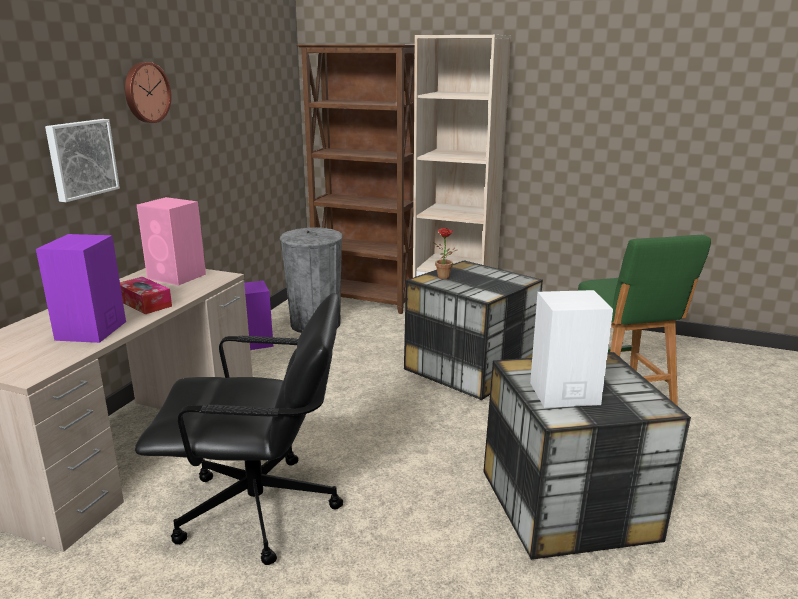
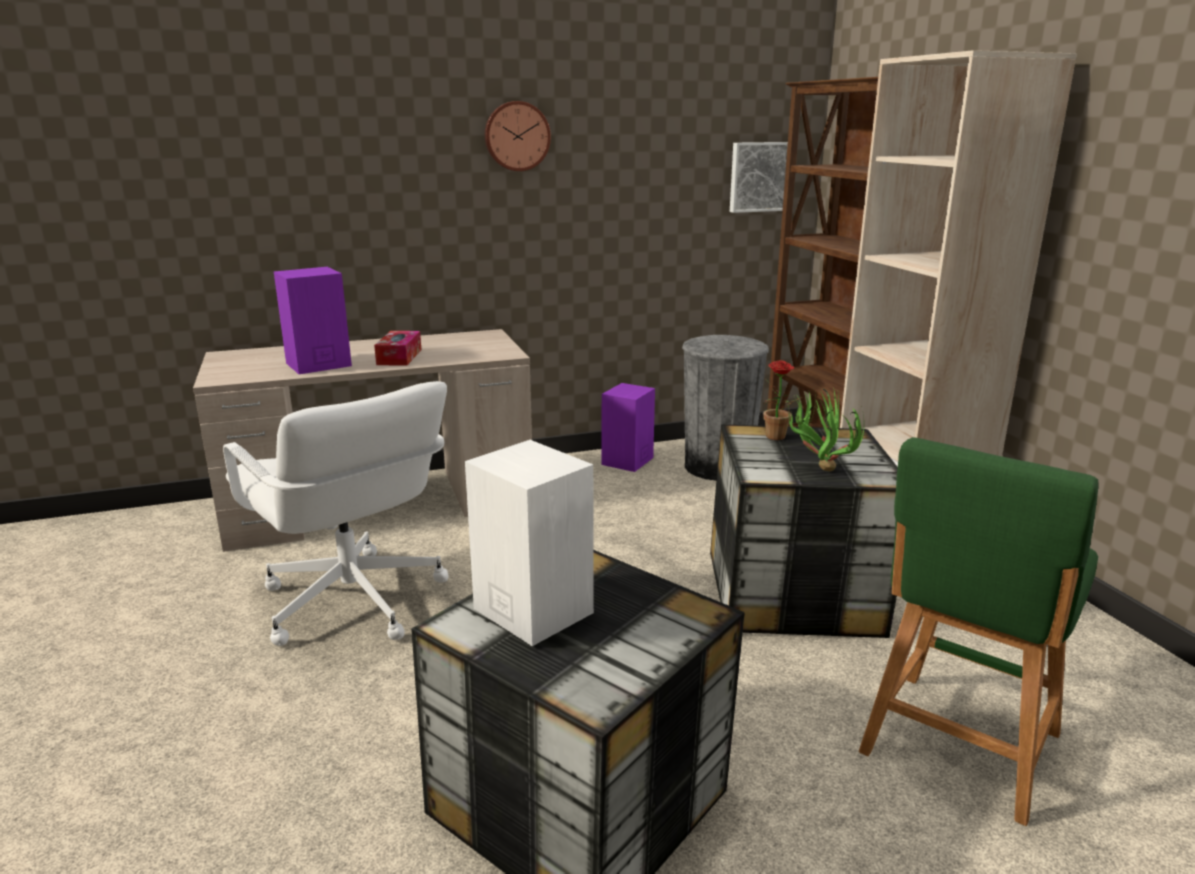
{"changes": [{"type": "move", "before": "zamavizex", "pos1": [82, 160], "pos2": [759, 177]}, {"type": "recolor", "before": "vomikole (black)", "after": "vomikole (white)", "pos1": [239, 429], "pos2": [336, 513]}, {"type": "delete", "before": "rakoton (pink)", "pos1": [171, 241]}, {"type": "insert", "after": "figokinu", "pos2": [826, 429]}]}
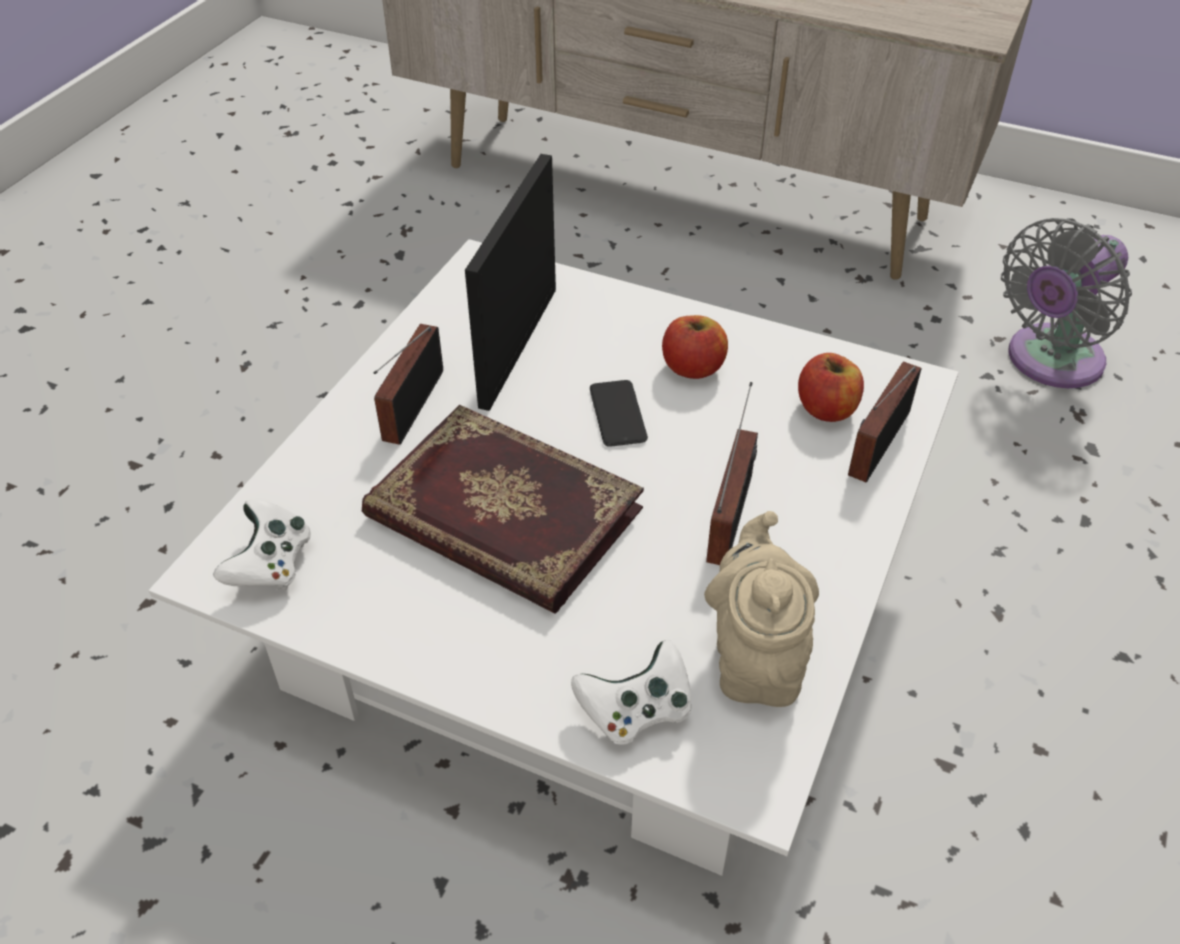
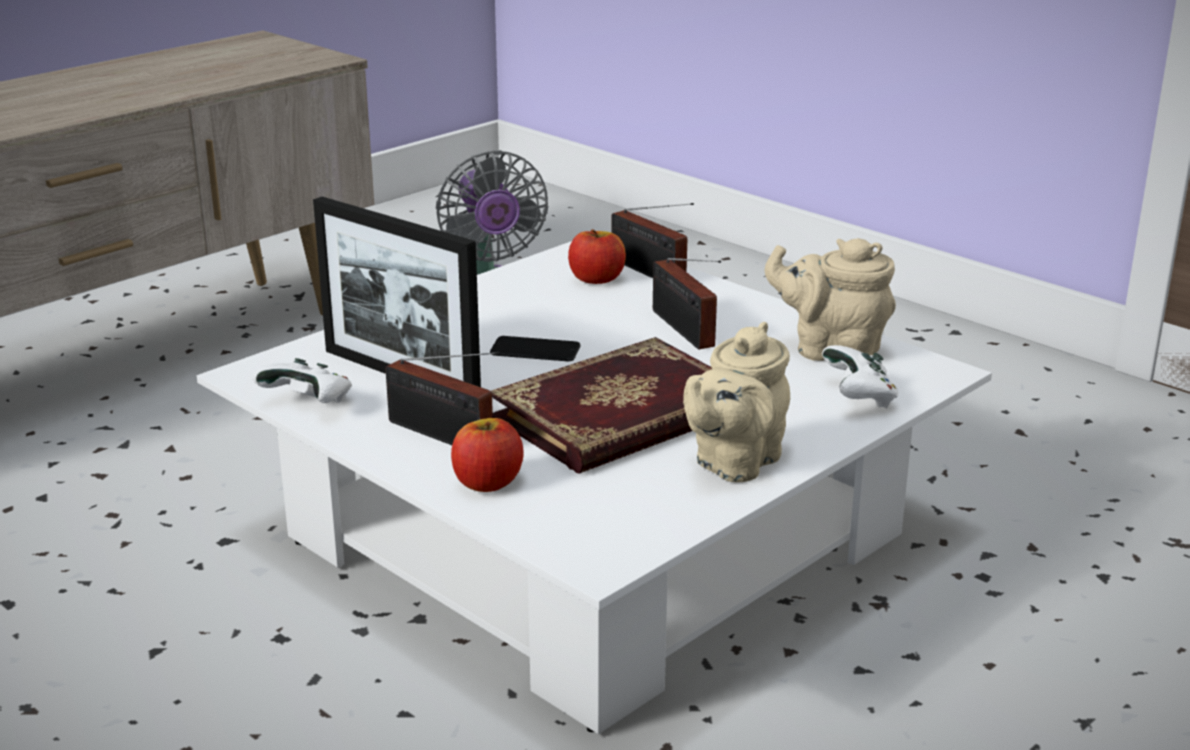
{"changes": [{"type": "move", "before": "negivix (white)", "pos1": [262, 544], "pos2": [302, 380]}, {"type": "move", "before": "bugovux", "pos1": [695, 347], "pos2": [487, 455]}, {"type": "rotate", "before": "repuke", "pos1": [732, 473], "pos2": [687, 303], "turn": -150}, {"type": "insert", "after": "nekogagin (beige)", "pos2": [736, 402]}]}
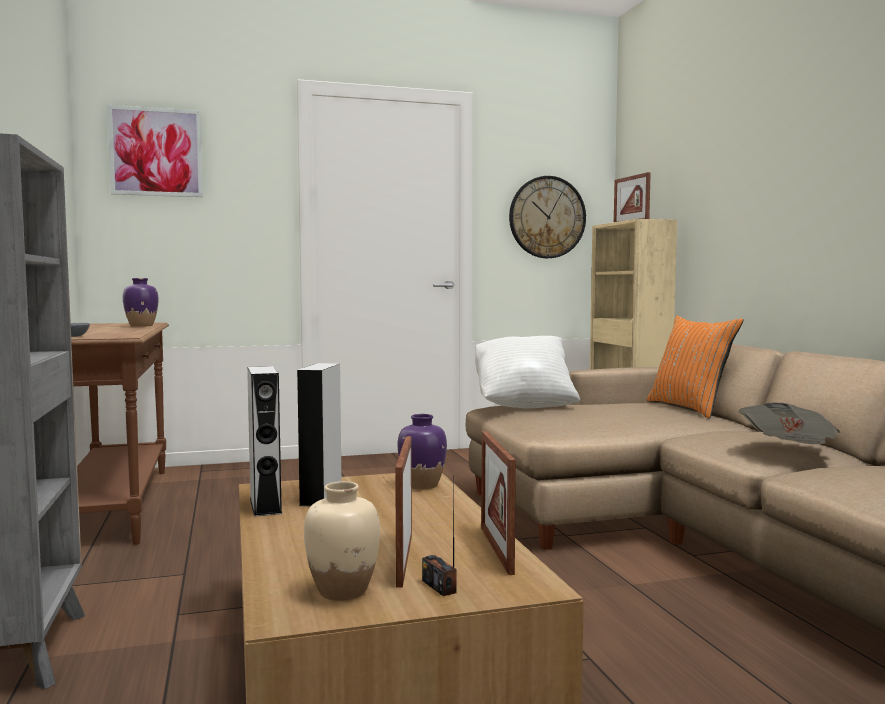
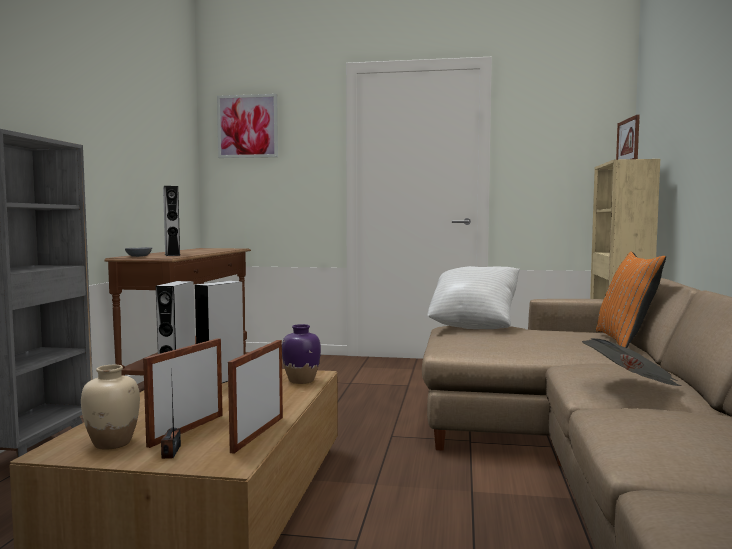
{"changes": [{"type": "delete", "before": "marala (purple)", "pos1": [140, 302]}, {"type": "delete", "before": "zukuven", "pos1": [547, 217]}, {"type": "insert", "after": "rakoton (grey)", "pos2": [171, 221]}]}
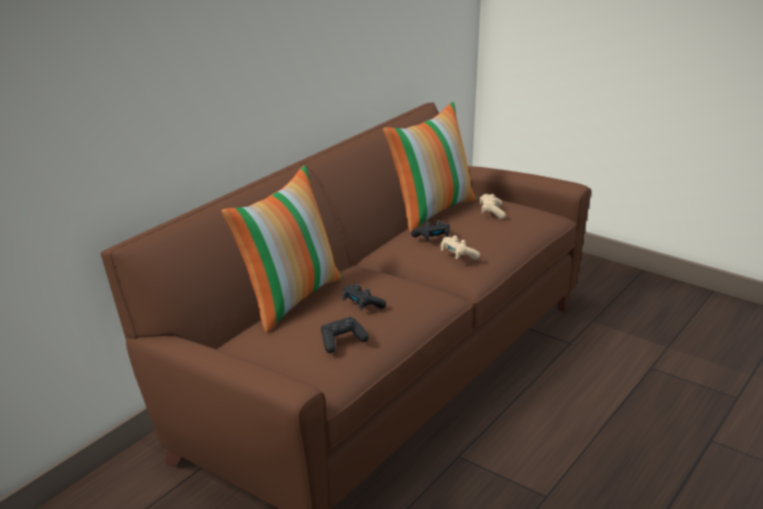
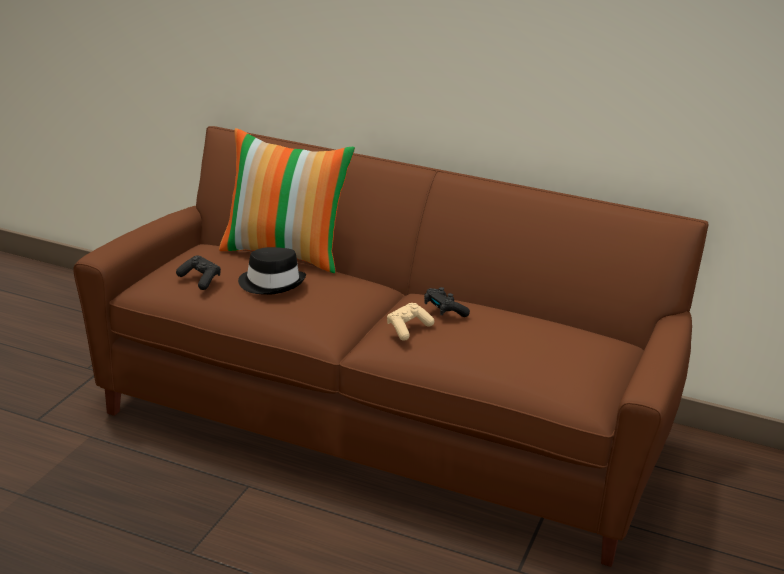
{"changes": [{"type": "replace", "before": "negivix (black)", "after": "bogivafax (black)", "pos1": [364, 296], "pos2": [272, 271]}, {"type": "delete", "before": "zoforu", "pos1": [430, 167]}, {"type": "delete", "before": "negivix (beige)", "pos1": [493, 206]}]}
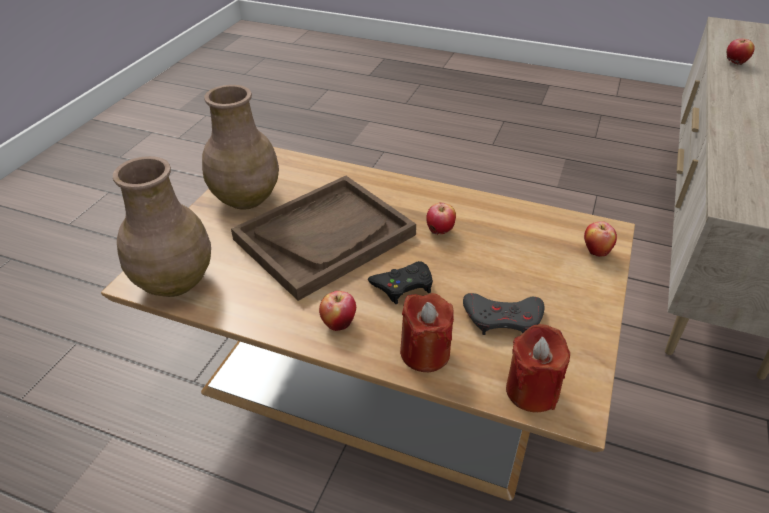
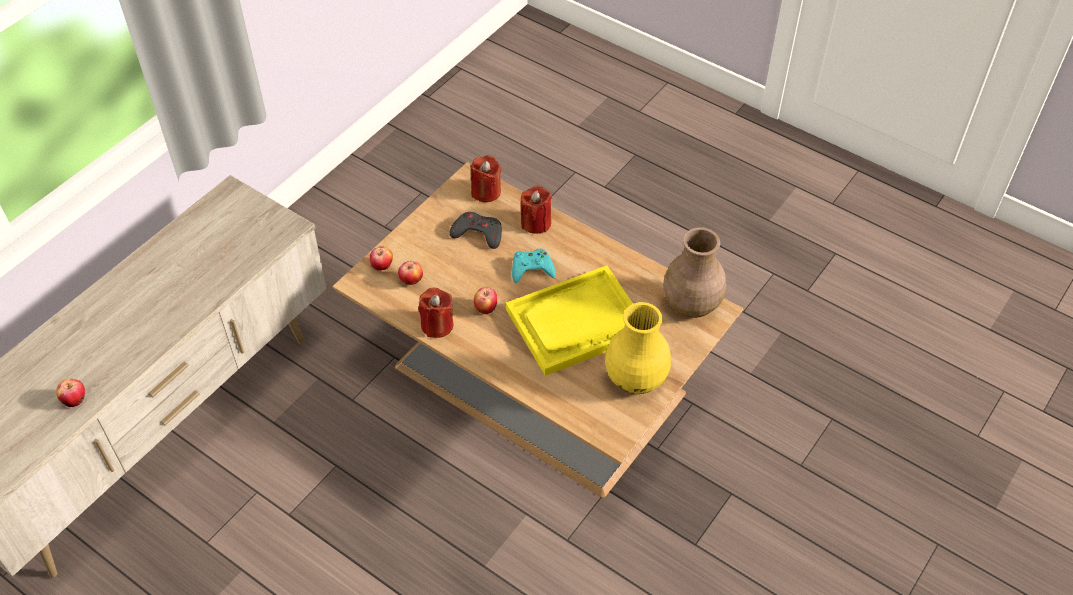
{"changes": [{"type": "recolor", "before": "marala (brown)", "after": "marala (yellow)", "pos1": [240, 147], "pos2": [638, 348]}, {"type": "recolor", "before": "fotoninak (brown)", "after": "fotoninak (yellow)", "pos1": [323, 238], "pos2": [569, 320]}, {"type": "move", "before": "bugovux", "pos1": [337, 311], "pos2": [410, 273]}, {"type": "recolor", "before": "negivix (black)", "after": "negivix (turquoise)", "pos1": [400, 282], "pos2": [534, 265]}, {"type": "insert", "after": "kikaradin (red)", "pos2": [435, 313]}]}
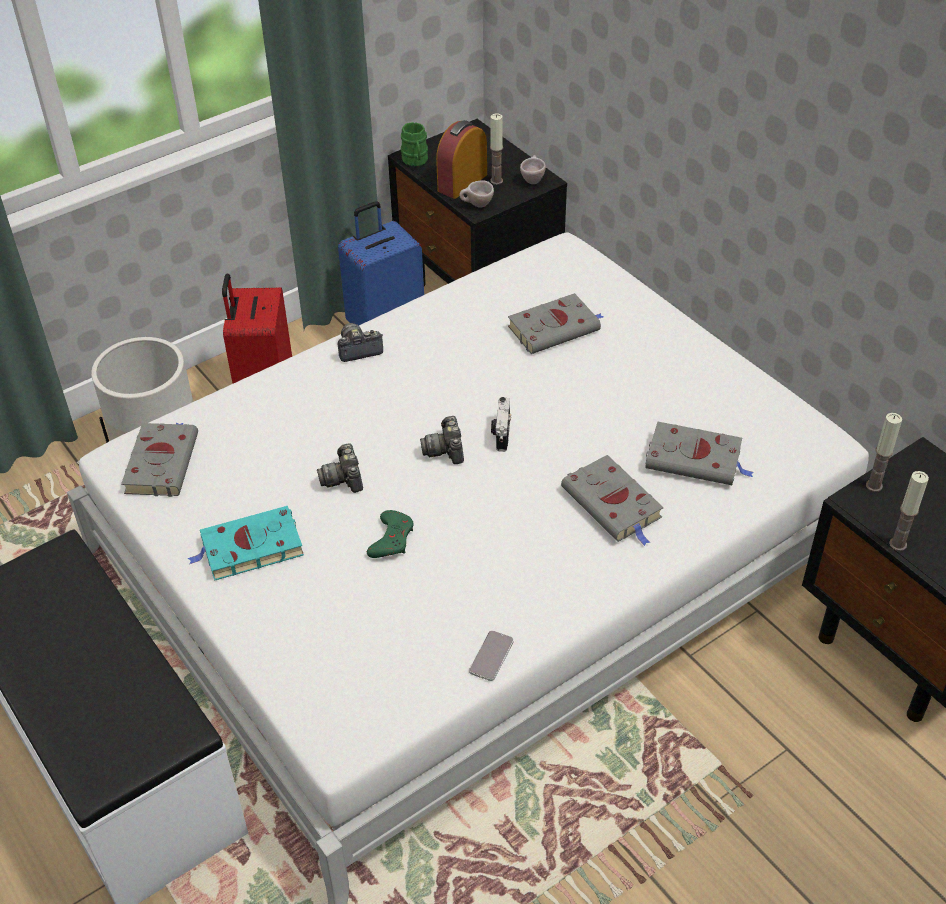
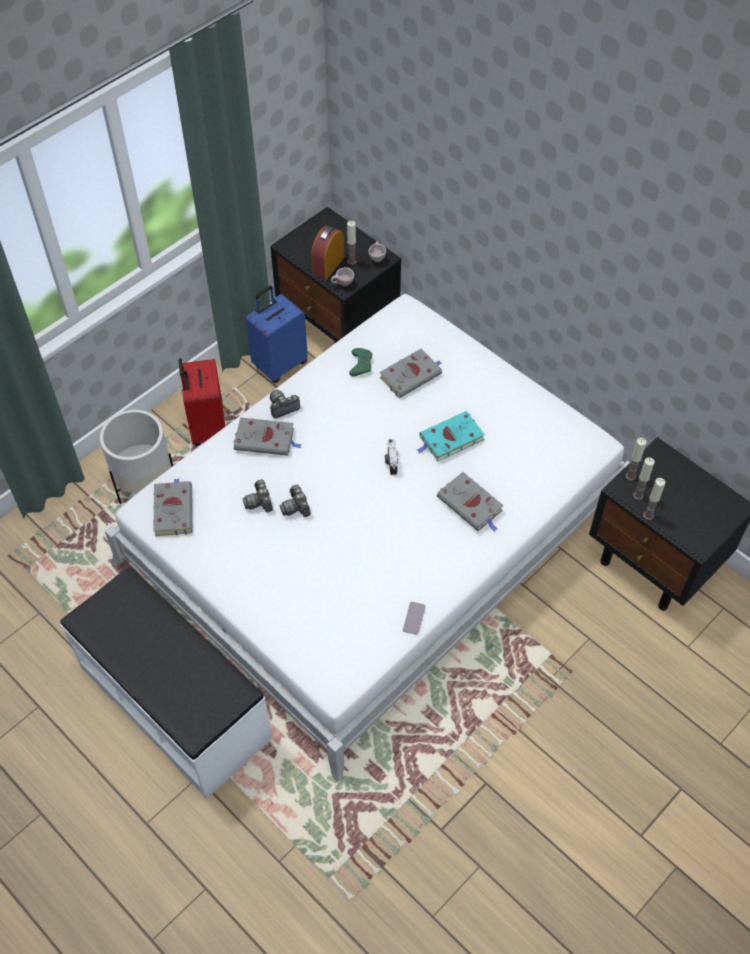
{"changes": [{"type": "move", "before": "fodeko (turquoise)", "pos1": [246, 543], "pos2": [451, 436]}, {"type": "move", "before": "negivix (green)", "pos1": [390, 534], "pos2": [360, 362]}, {"type": "delete", "before": "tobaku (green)", "pos1": [414, 144]}, {"type": "move", "before": "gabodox", "pos1": [442, 440], "pos2": [257, 495]}, {"type": "move", "before": "fodeko (grey)", "pos1": [700, 453], "pos2": [268, 436]}, {"type": "insert", "after": "kikaradin", "pos2": [644, 478]}]}
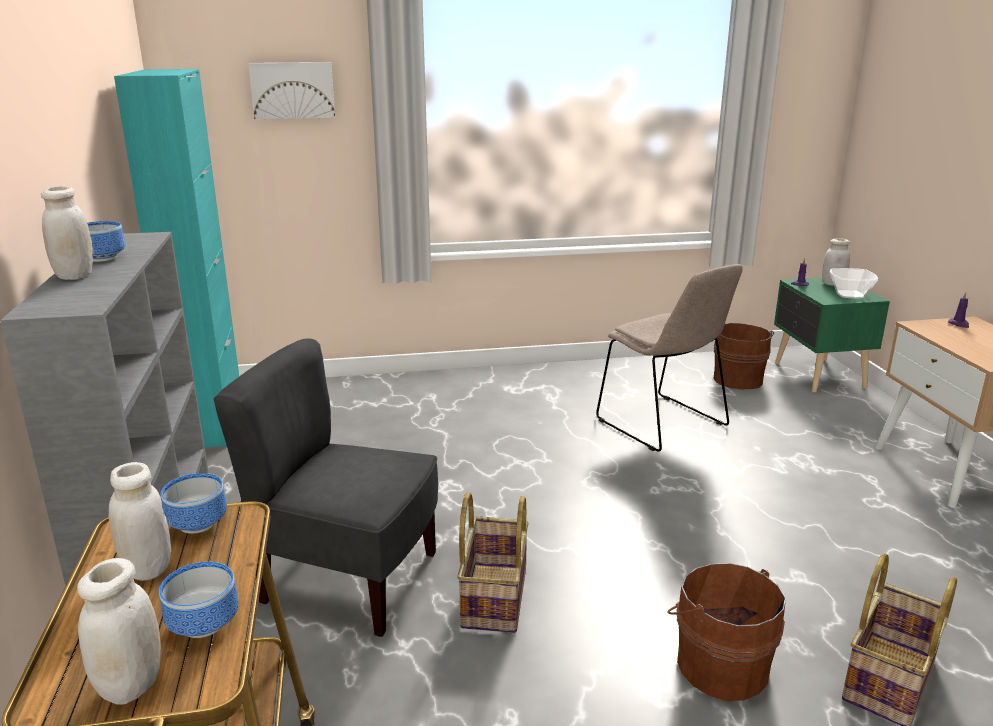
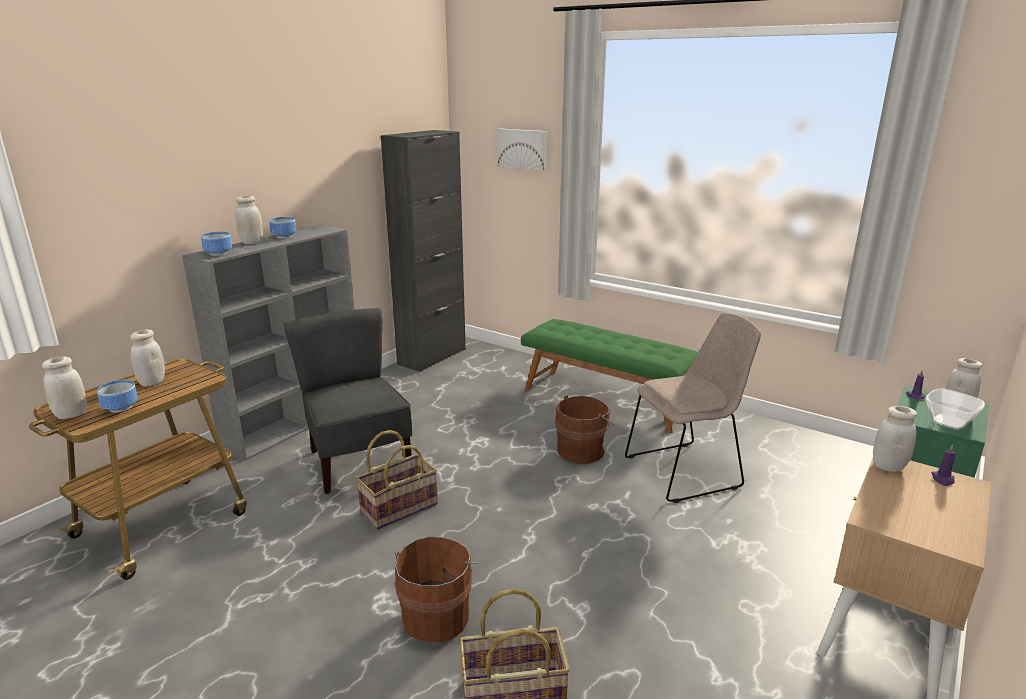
{"changes": [{"type": "recolor", "before": "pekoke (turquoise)", "after": "pekoke (black)", "pos1": [176, 258], "pos2": [423, 251]}, {"type": "move", "before": "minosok", "pos1": [194, 503], "pos2": [216, 244]}, {"type": "rotate", "before": "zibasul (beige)", "pos1": [669, 358], "pos2": [693, 408], "turn": -120}, {"type": "move", "before": "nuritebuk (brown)", "pos1": [744, 356], "pos2": [585, 429]}, {"type": "insert", "after": "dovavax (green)", "pos2": [609, 376]}, {"type": "insert", "after": "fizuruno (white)", "pos2": [895, 439]}]}
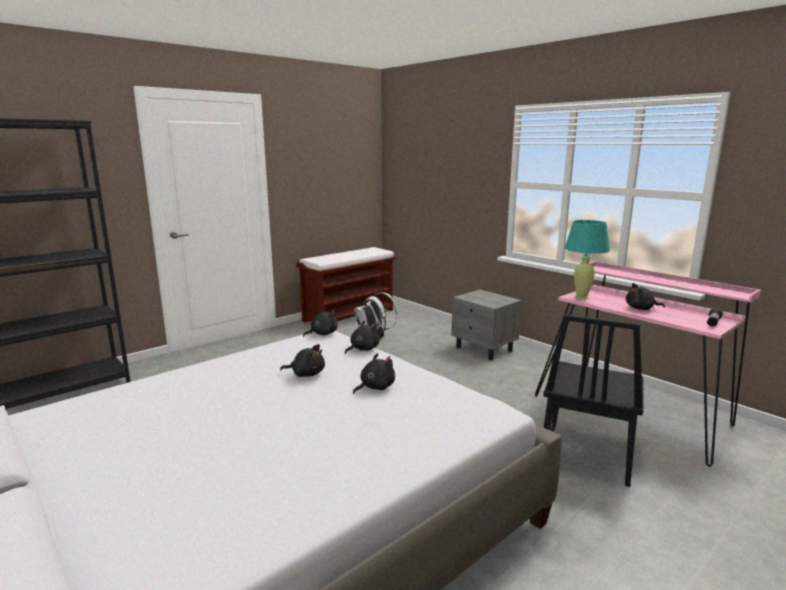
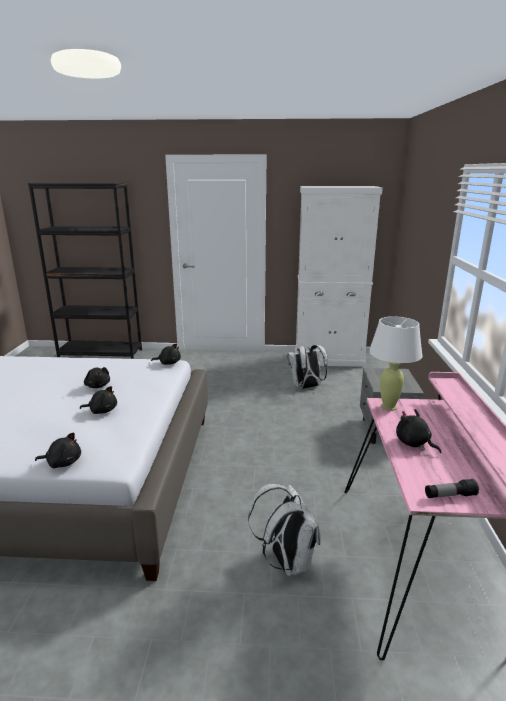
{"changes": [{"type": "replace", "before": "dovavax (brown)", "after": "pekoke (white)", "pos1": [346, 284], "pos2": [339, 276]}, {"type": "move", "before": "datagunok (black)", "pos1": [362, 337], "pos2": [58, 450]}, {"type": "replace", "before": "zibasul (black)", "after": "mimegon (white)", "pos1": [593, 400], "pos2": [284, 530]}, {"type": "recolor", "before": "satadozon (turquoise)", "after": "satadozon (white)", "pos1": [587, 259], "pos2": [395, 363]}]}
